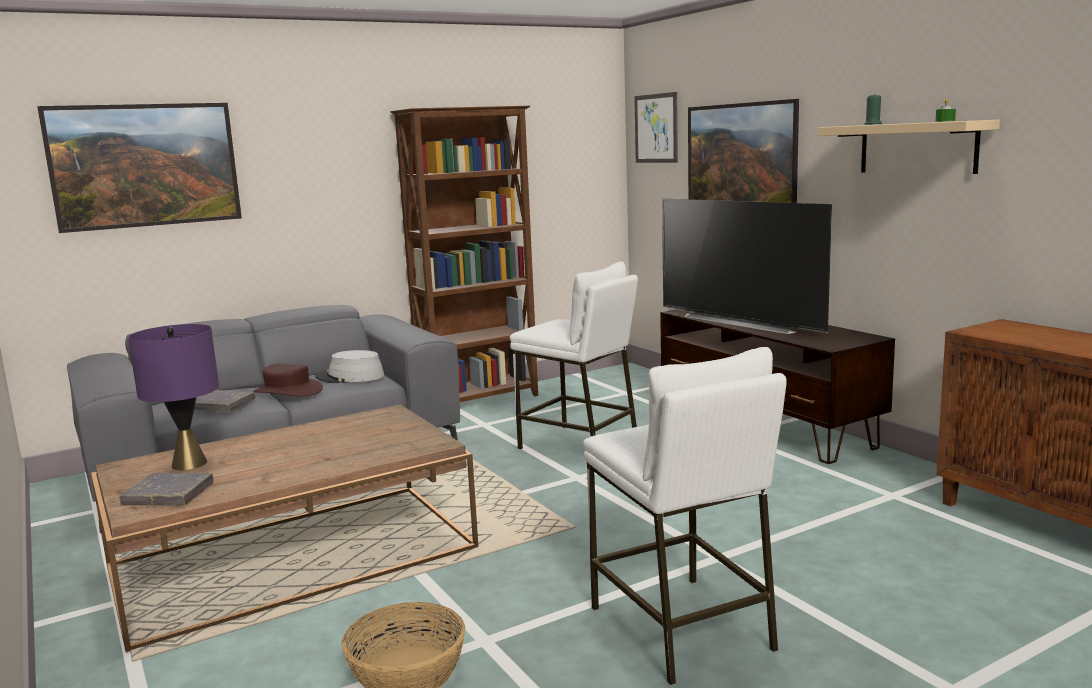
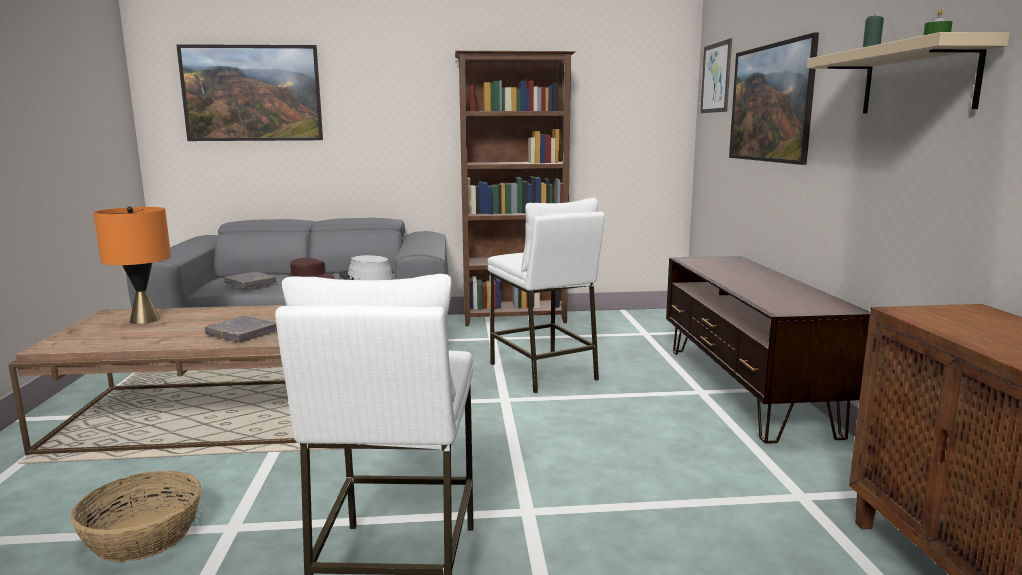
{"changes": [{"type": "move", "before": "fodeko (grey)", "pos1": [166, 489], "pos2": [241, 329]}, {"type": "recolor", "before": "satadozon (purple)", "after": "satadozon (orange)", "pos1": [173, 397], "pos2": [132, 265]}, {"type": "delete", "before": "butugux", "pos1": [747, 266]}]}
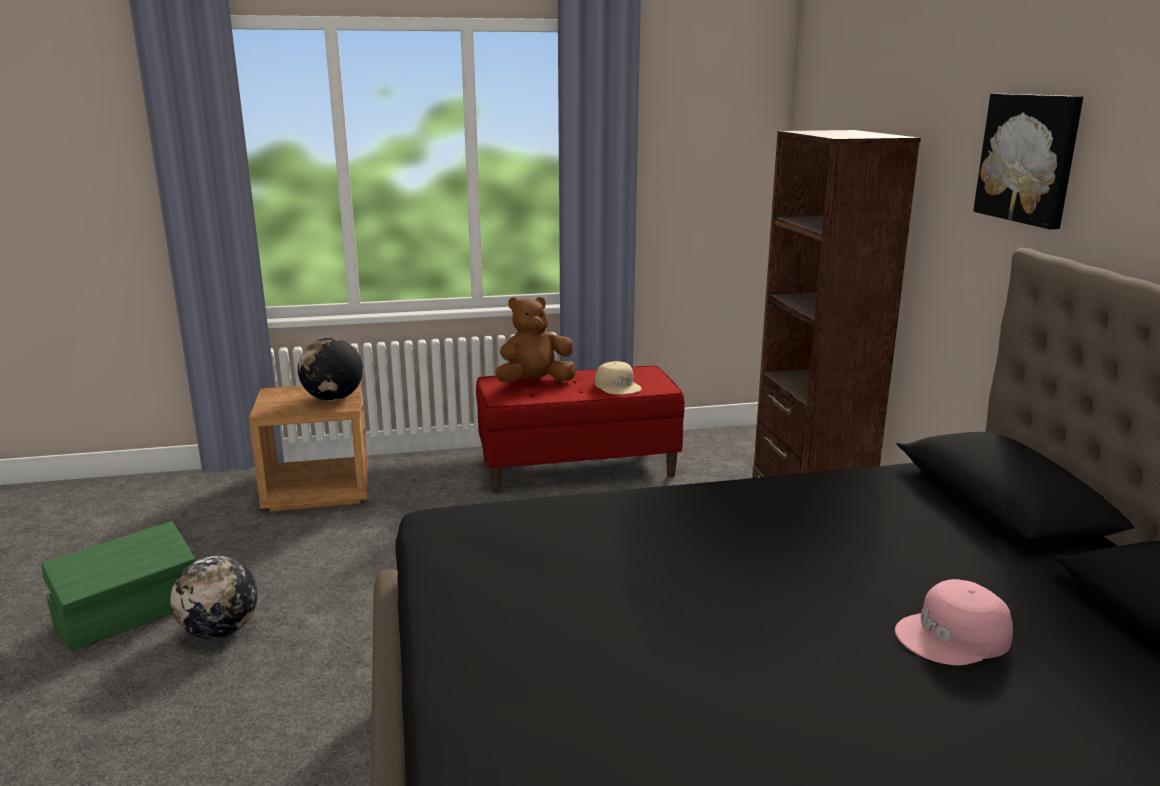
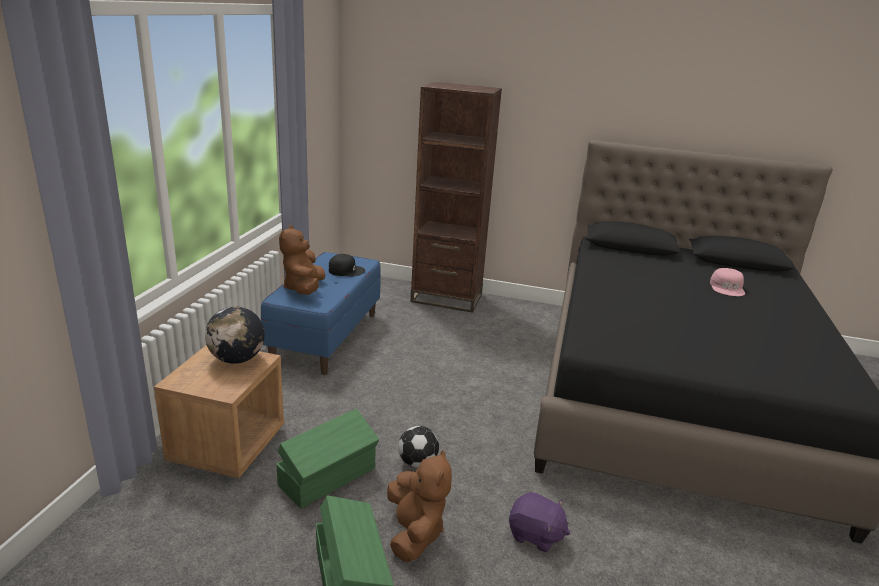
{"changes": [{"type": "replace", "before": "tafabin", "after": "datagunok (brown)", "pos1": [214, 597], "pos2": [419, 506]}, {"type": "recolor", "before": "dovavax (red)", "after": "dovavax (blue)", "pos1": [580, 429], "pos2": [320, 313]}, {"type": "recolor", "before": "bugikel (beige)", "after": "bugikel (black)", "pos1": [618, 378], "pos2": [347, 265]}, {"type": "delete", "before": "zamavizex", "pos1": [1028, 161]}, {"type": "insert", "after": "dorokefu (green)", "pos2": [327, 458]}, {"type": "insert", "after": "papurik", "pos2": [418, 447]}, {"type": "insert", "after": "datagunok (purple)", "pos2": [539, 522]}]}
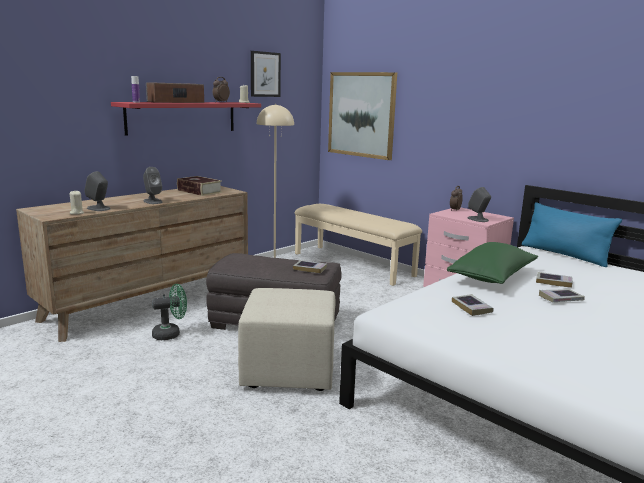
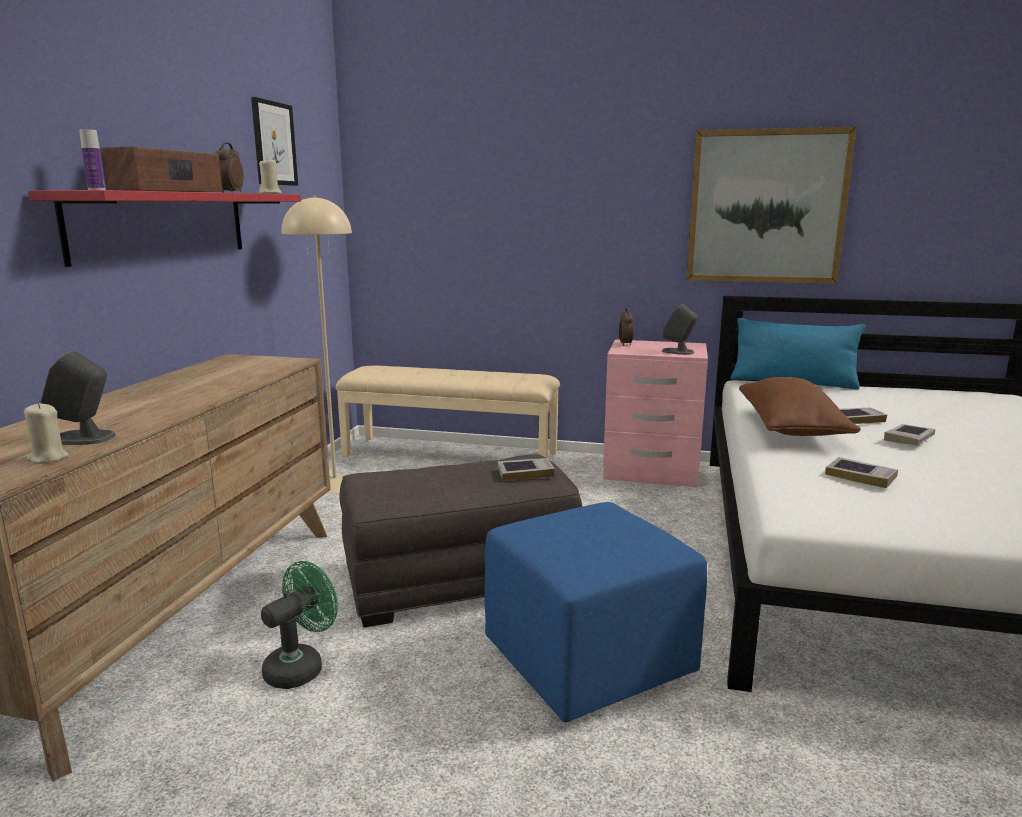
{"changes": [{"type": "delete", "before": "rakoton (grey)", "pos1": [153, 185]}, {"type": "delete", "before": "fodeko", "pos1": [199, 186]}, {"type": "recolor", "before": "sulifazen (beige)", "after": "sulifazen (blue)", "pos1": [287, 339], "pos2": [595, 612]}, {"type": "move", "before": "zamavizex", "pos1": [362, 116], "pos2": [771, 205]}, {"type": "recolor", "before": "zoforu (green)", "after": "zoforu (brown)", "pos1": [492, 263], "pos2": [800, 406]}]}
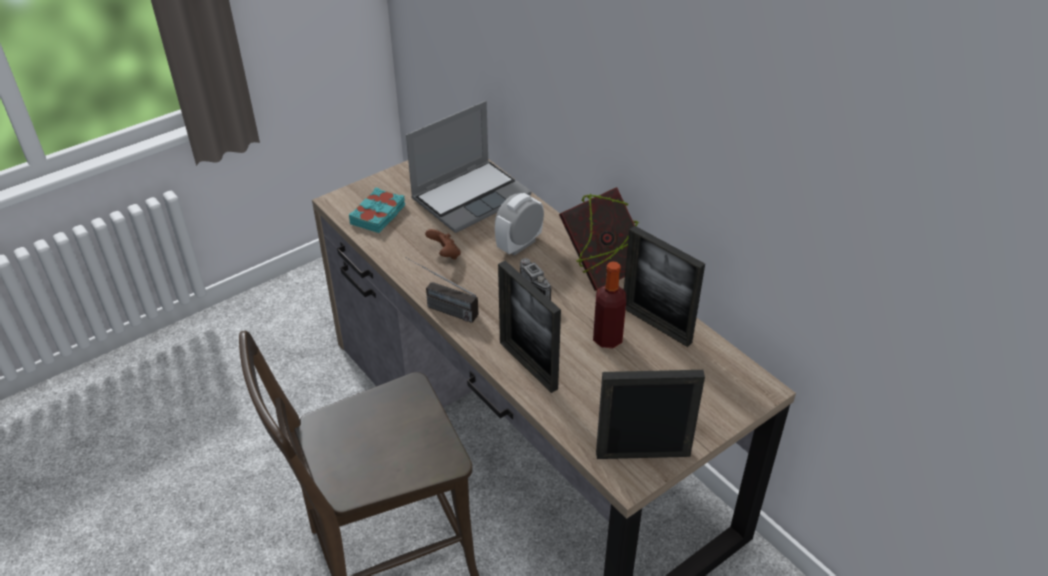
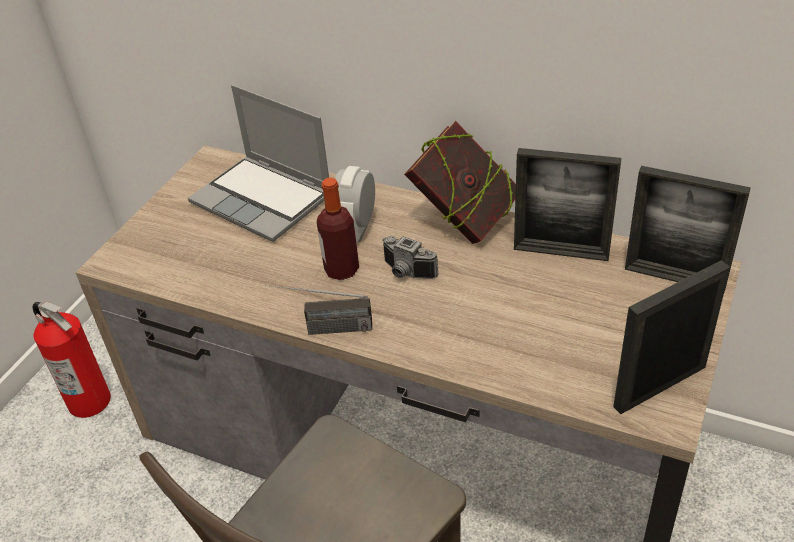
{"changes": [{"type": "delete", "before": "fodeko (turquoise)", "pos1": [377, 210]}, {"type": "rotate", "before": "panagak", "pos1": [469, 167], "pos2": [258, 163], "turn": 105}, {"type": "delete", "before": "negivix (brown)", "pos1": [443, 244]}, {"type": "move", "before": "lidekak", "pos1": [529, 327], "pos2": [688, 229]}, {"type": "move", "before": "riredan", "pos1": [609, 304], "pos2": [337, 228]}, {"type": "insert", "after": "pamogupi", "pos2": [71, 360]}]}
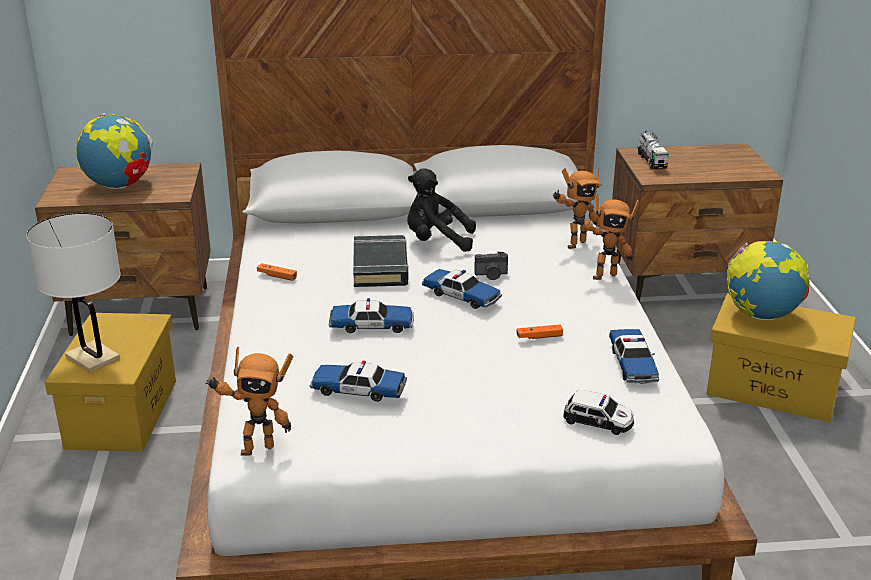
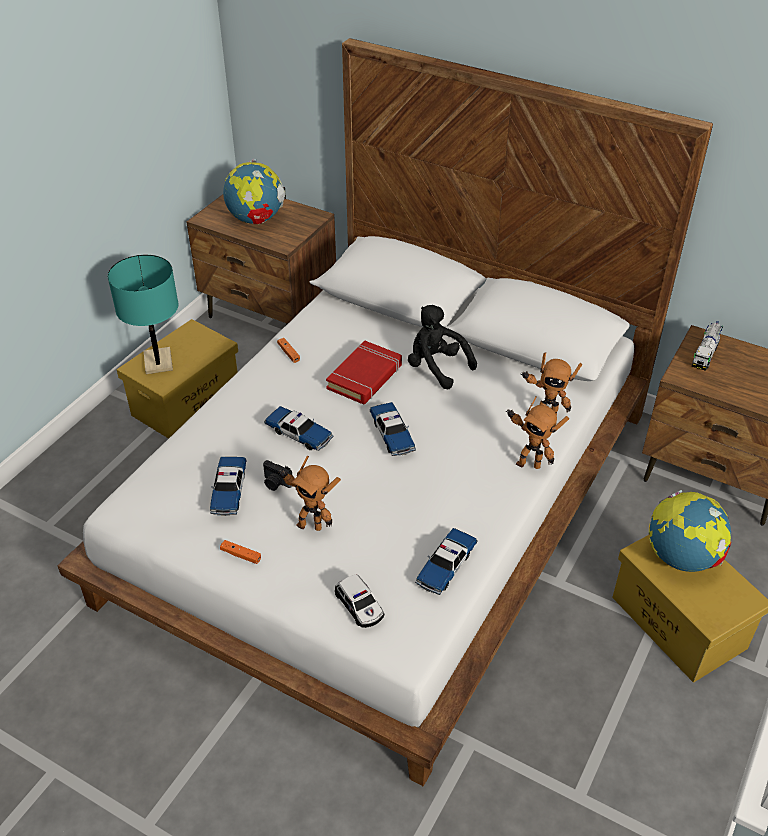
{"changes": [{"type": "recolor", "before": "satadozon (white)", "after": "satadozon (turquoise)", "pos1": [74, 293], "pos2": [143, 314]}, {"type": "move", "before": "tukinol", "pos1": [249, 401], "pos2": [309, 493]}, {"type": "rotate", "before": "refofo", "pos1": [358, 381], "pos2": [228, 486], "turn": -135}, {"type": "recolor", "before": "fodeko (black)", "after": "fodeko (red)", "pos1": [381, 261], "pos2": [364, 372]}, {"type": "move", "before": "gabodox", "pos1": [491, 266], "pos2": [278, 475]}, {"type": "move", "before": "negivix (orange)", "pos1": [539, 331], "pos2": [240, 552]}]}
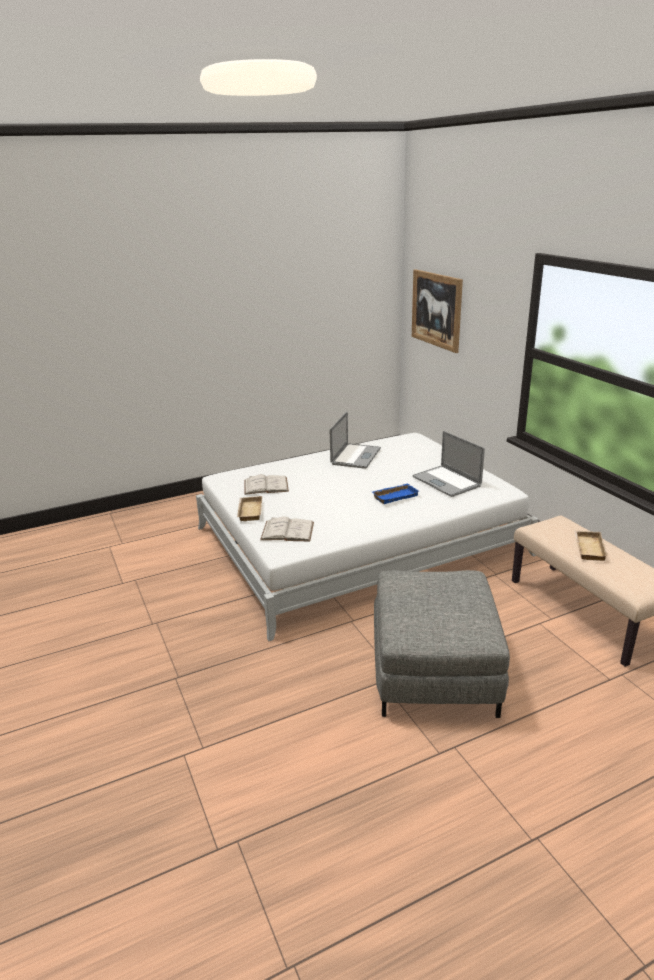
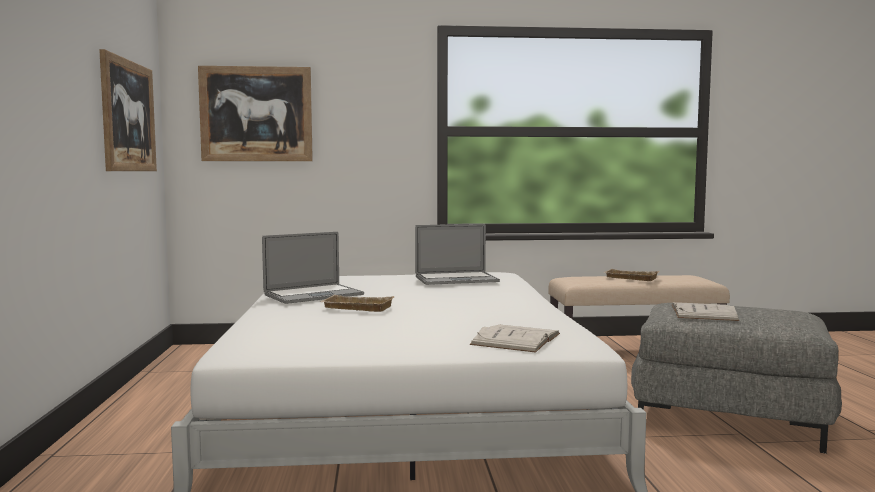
{"changes": [{"type": "move", "before": "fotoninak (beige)", "pos1": [249, 508], "pos2": [357, 303]}, {"type": "move", "before": "fodeko (white)", "pos1": [266, 484], "pos2": [705, 311]}, {"type": "rotate", "before": "panagak", "pos1": [355, 440], "pos2": [313, 268], "turn": 105}, {"type": "delete", "before": "fotoninak (blue)", "pos1": [395, 494]}, {"type": "insert", "after": "zamavizex", "pos2": [128, 110]}]}
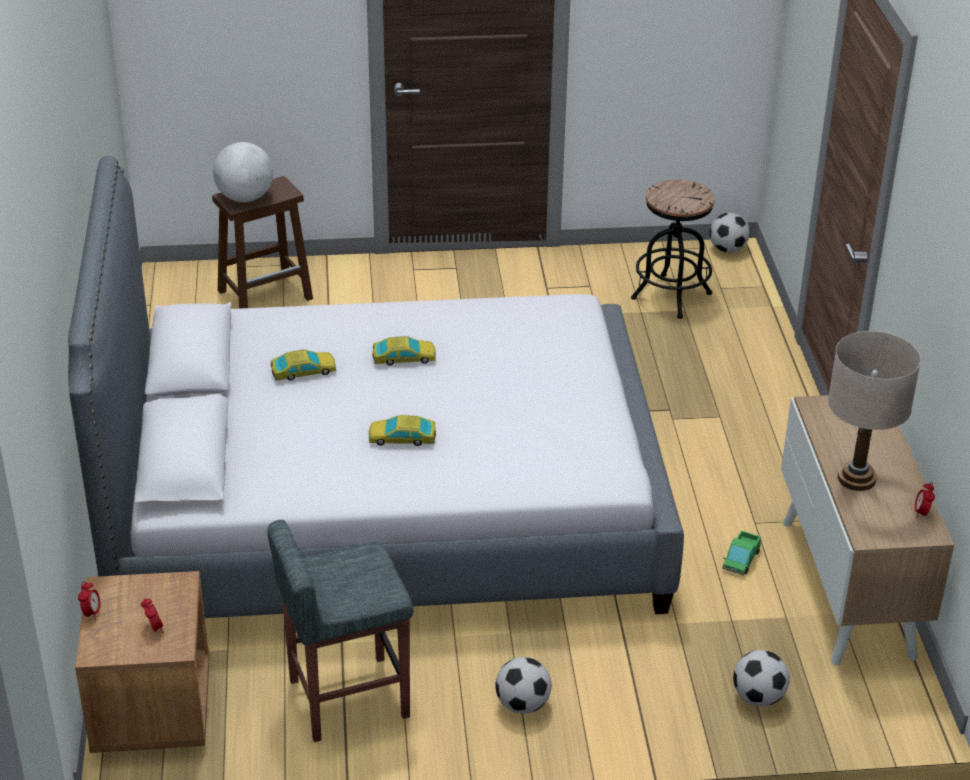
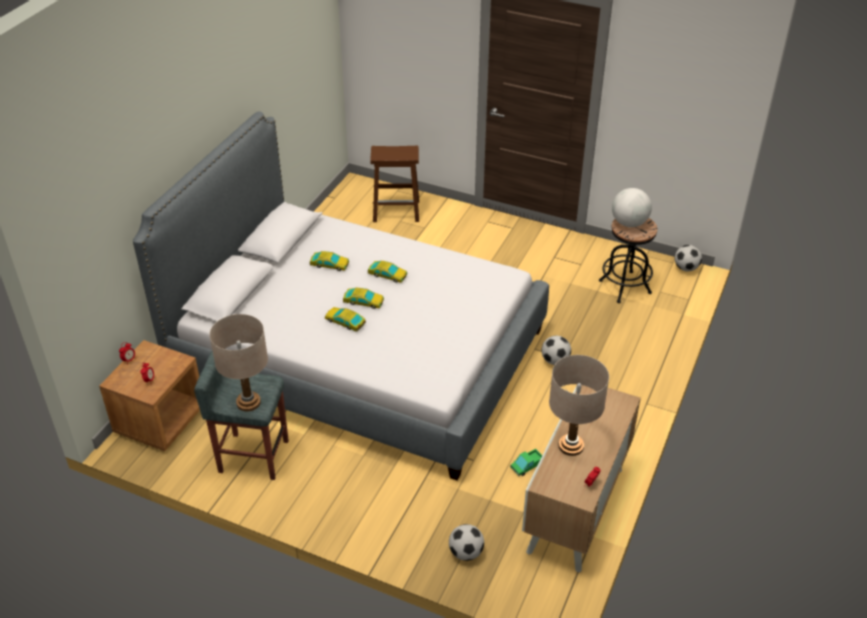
{"changes": [{"type": "move", "before": "tafabin", "pos1": [243, 172], "pos2": [632, 207]}, {"type": "move", "before": "papurik", "pos1": [523, 685], "pos2": [556, 350]}, {"type": "insert", "after": "satadozon (beige)", "pos2": [238, 362]}, {"type": "insert", "after": "refofo", "pos2": [363, 298]}]}
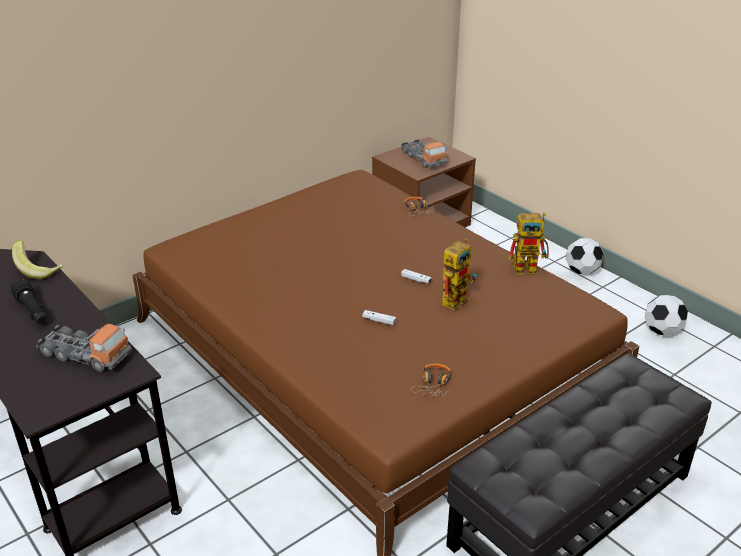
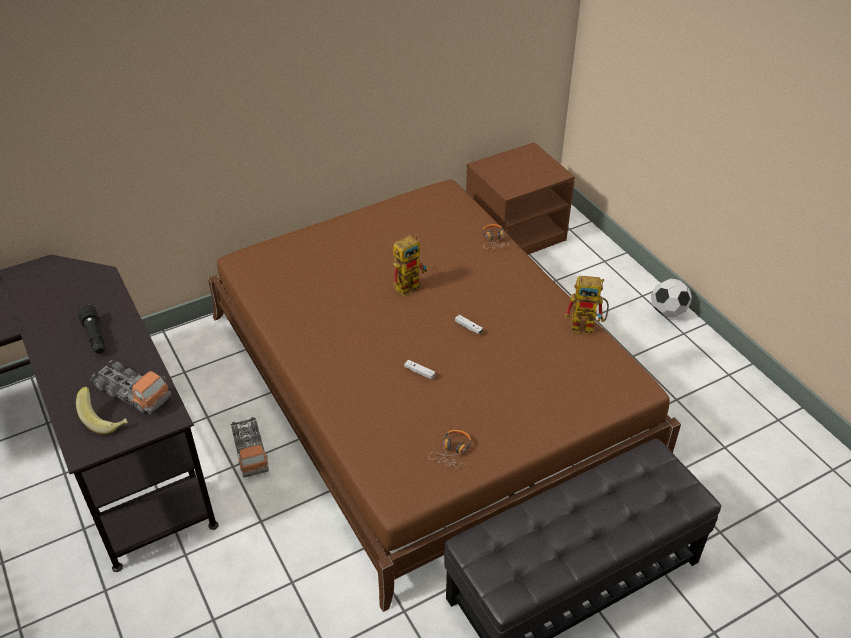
{"changes": [{"type": "move", "before": "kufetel", "pos1": [37, 260], "pos2": [102, 411]}, {"type": "move", "before": "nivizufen", "pos1": [424, 153], "pos2": [250, 447]}, {"type": "move", "before": "tukinol", "pos1": [459, 274], "pos2": [410, 265]}, {"type": "delete", "before": "papurik", "pos1": [666, 315]}]}
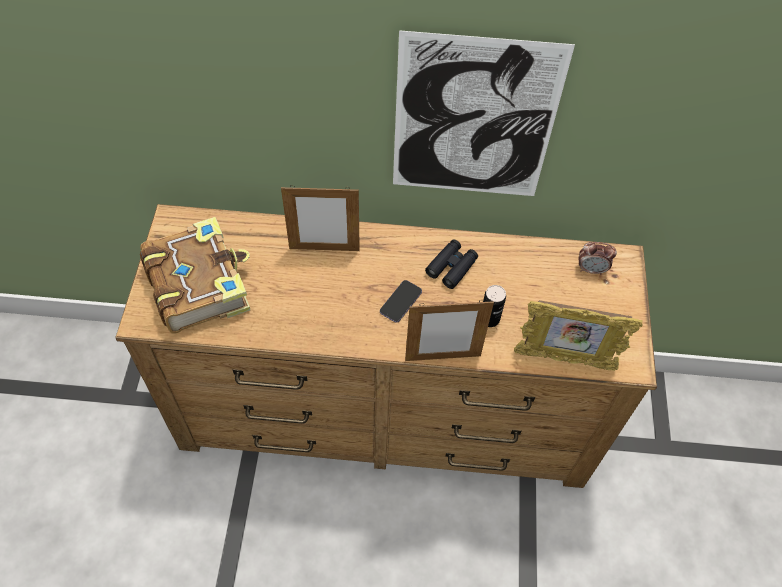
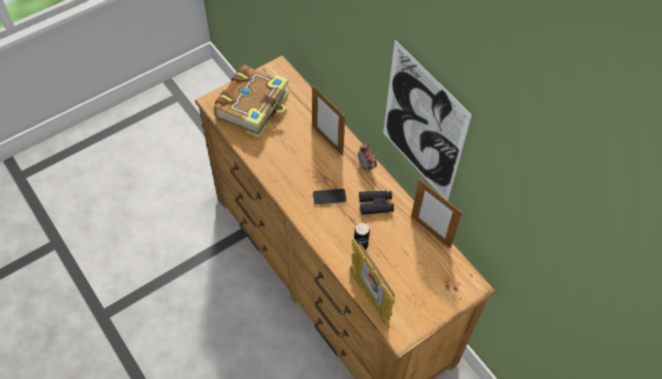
{"changes": [{"type": "move", "before": "lidekak", "pos1": [449, 330], "pos2": [436, 213]}, {"type": "move", "before": "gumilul", "pos1": [598, 258], "pos2": [367, 158]}]}
